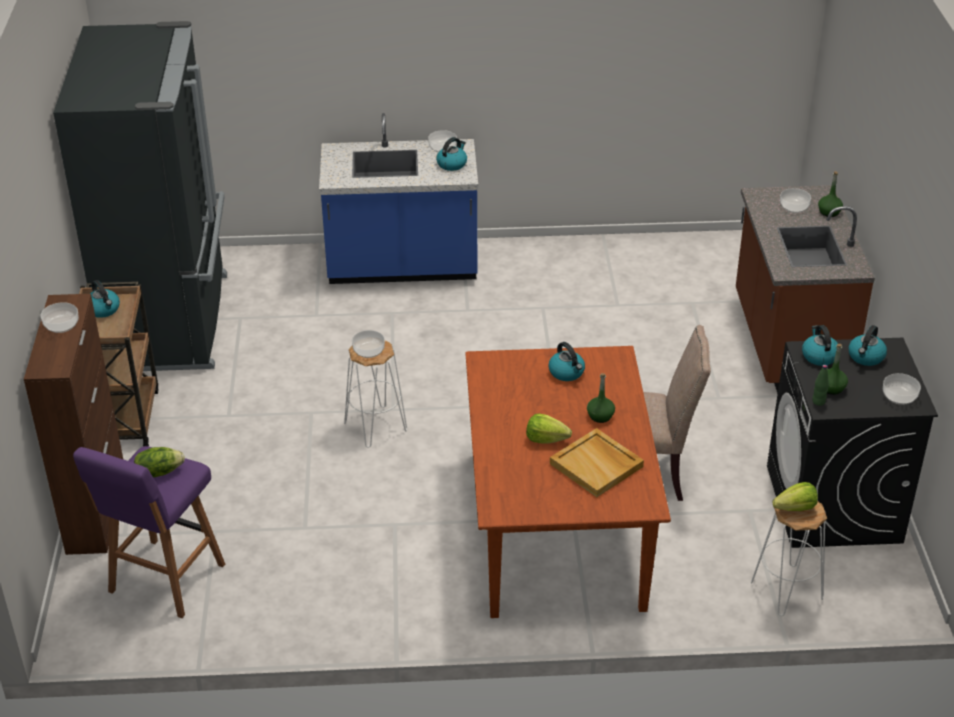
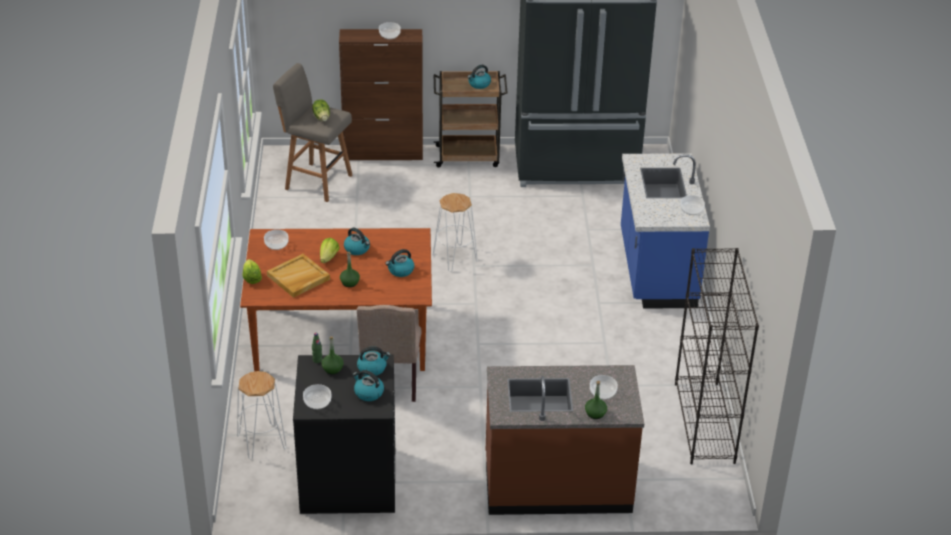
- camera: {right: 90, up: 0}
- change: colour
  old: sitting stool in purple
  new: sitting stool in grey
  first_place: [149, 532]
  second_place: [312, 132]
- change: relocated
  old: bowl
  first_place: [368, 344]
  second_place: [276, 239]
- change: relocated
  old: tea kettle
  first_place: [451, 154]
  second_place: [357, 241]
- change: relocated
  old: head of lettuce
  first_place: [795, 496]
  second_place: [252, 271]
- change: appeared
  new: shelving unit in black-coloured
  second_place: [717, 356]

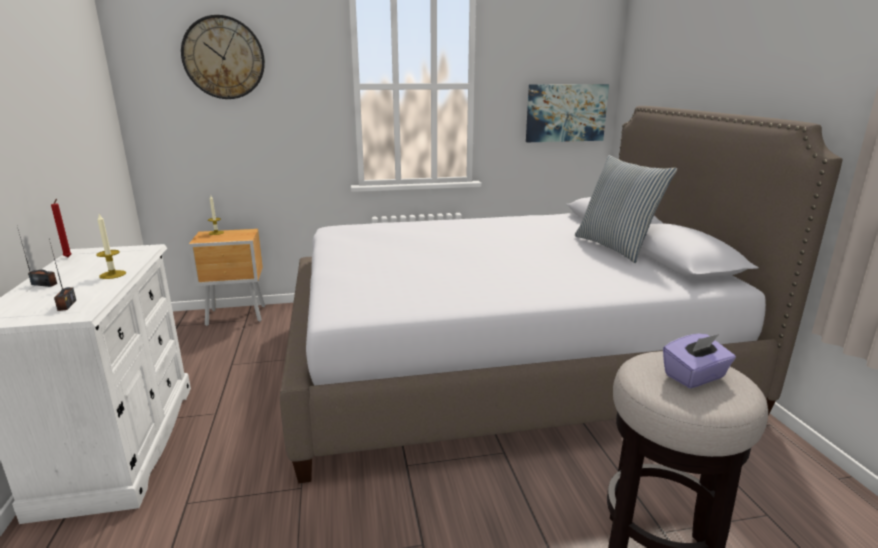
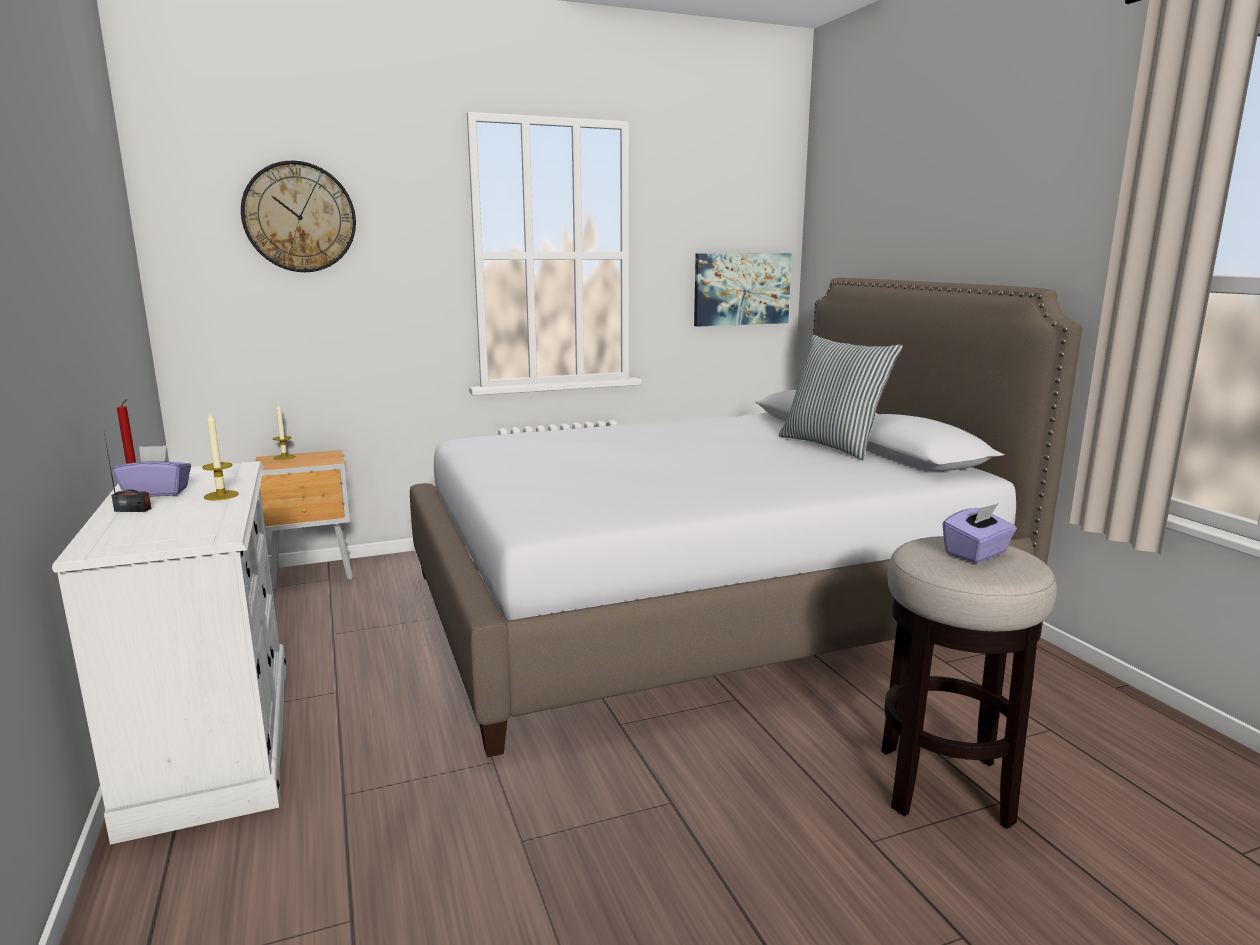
- camera: {right: -10, up: -5}
- change: missing
  old: radio
  first_place: [62, 275]
- change: appeared
  new: tissue holder in purple
  second_place: [151, 471]

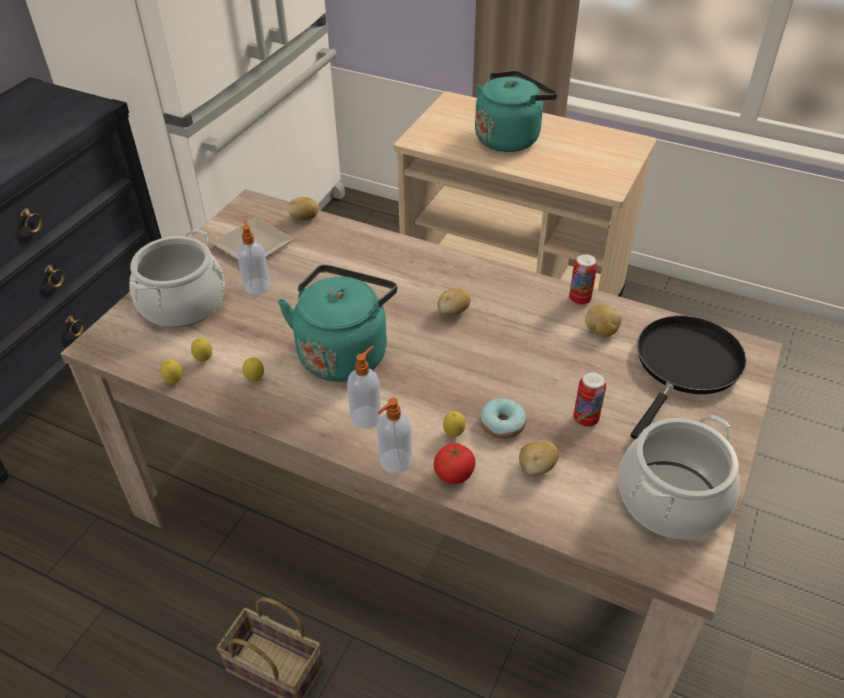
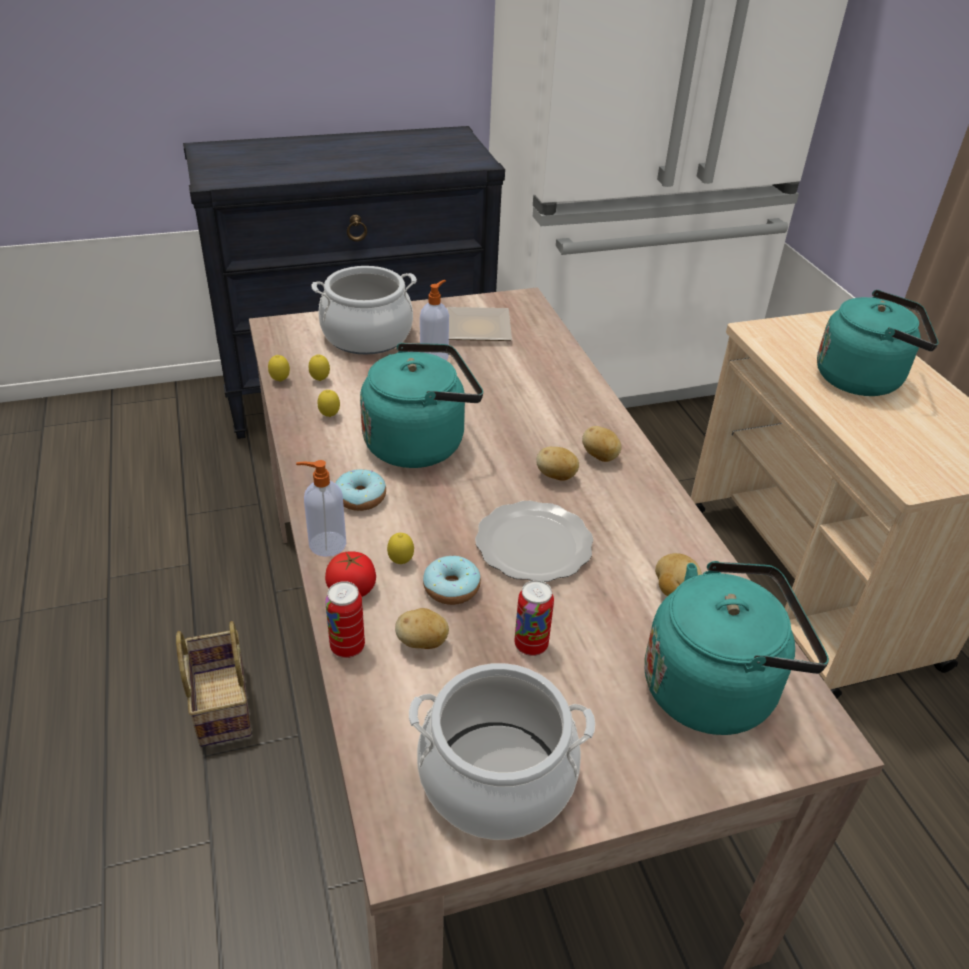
- camera: {right: 45, up: -5}
- change: relocated
  old: whole potato
  first_place: [303, 208]
  second_place: [602, 444]
- change: exchanged
  old: soap dispenser
  new: ring doughnut
  first_place: [364, 387]
  second_place: [360, 490]
- change: relocated
  old: metal can
  first_place: [583, 279]
  second_place: [345, 619]
- change: exchanged
  old: frying pan in black-coloured
  new: tea kettle in turquoise
  first_place: [689, 377]
  second_place: [736, 648]
- change: appeared
  new: dinner plate
  second_place: [534, 541]

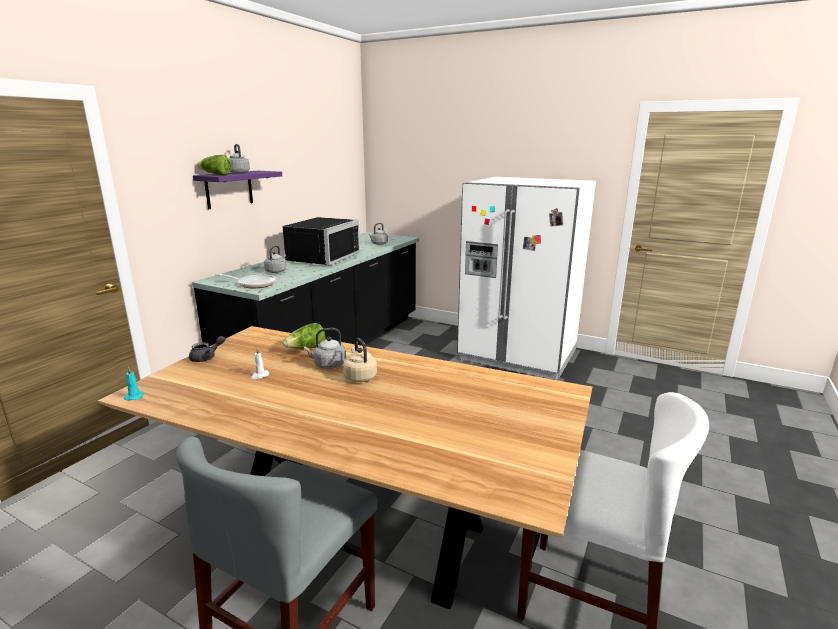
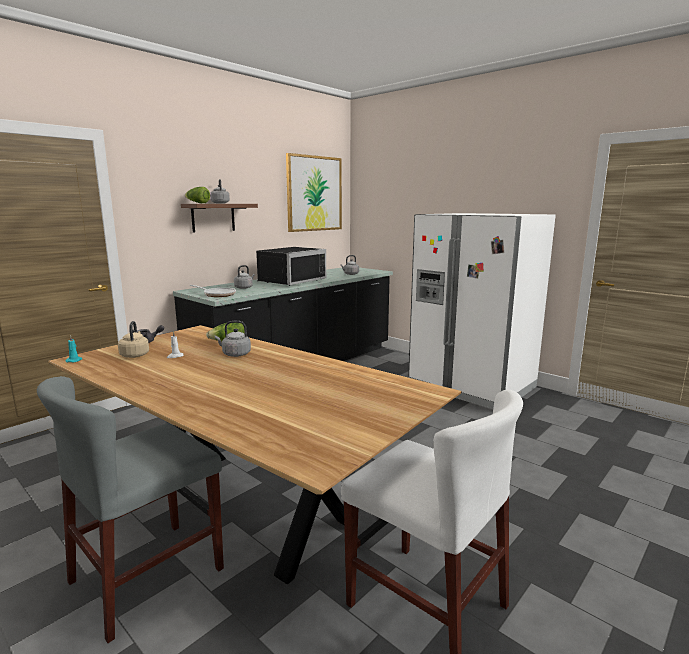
- camera: {right: 15, up: -5}
- change: colour
  old: bracket shelf in purple
  new: bracket shelf in brown
  first_place: [237, 190]
  second_place: [219, 218]
- change: relocated
  old: tea kettle in beige
  first_place: [360, 360]
  second_place: [133, 339]
- change: appeared
  new: wall art
  second_place: [314, 192]

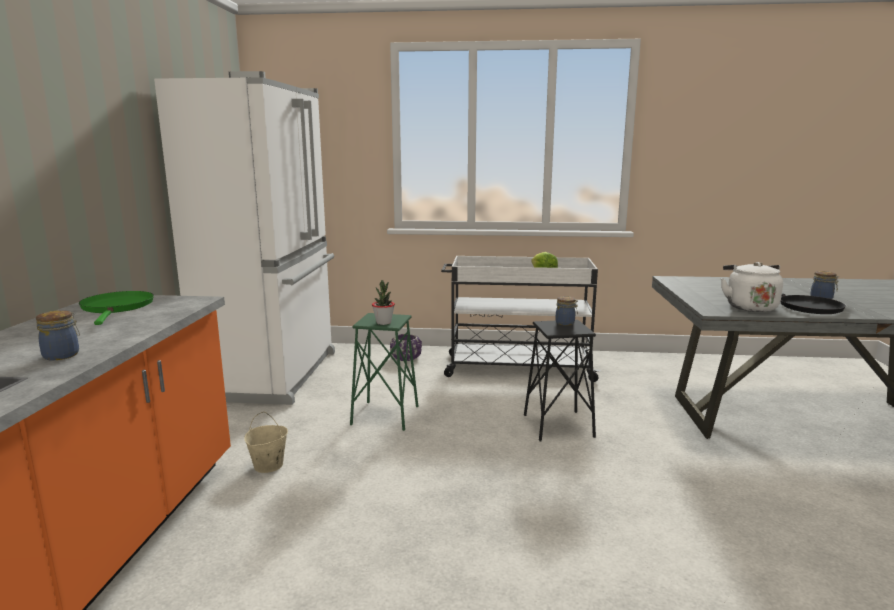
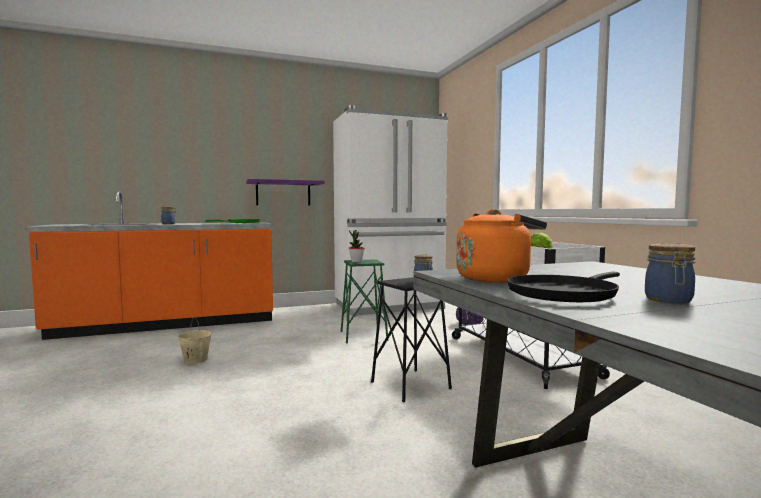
- camera: {right: 65, up: -10}
- change: relocated
  old: pail in beige
  first_place: [266, 442]
  second_place: [194, 340]
- change: colour
  old: tea kettle in white-coloured
  new: tea kettle in orange-coloured
  first_place: [752, 287]
  second_place: [501, 246]
- change: appeared
  new: bracket shelf in purple
  second_place: [285, 192]

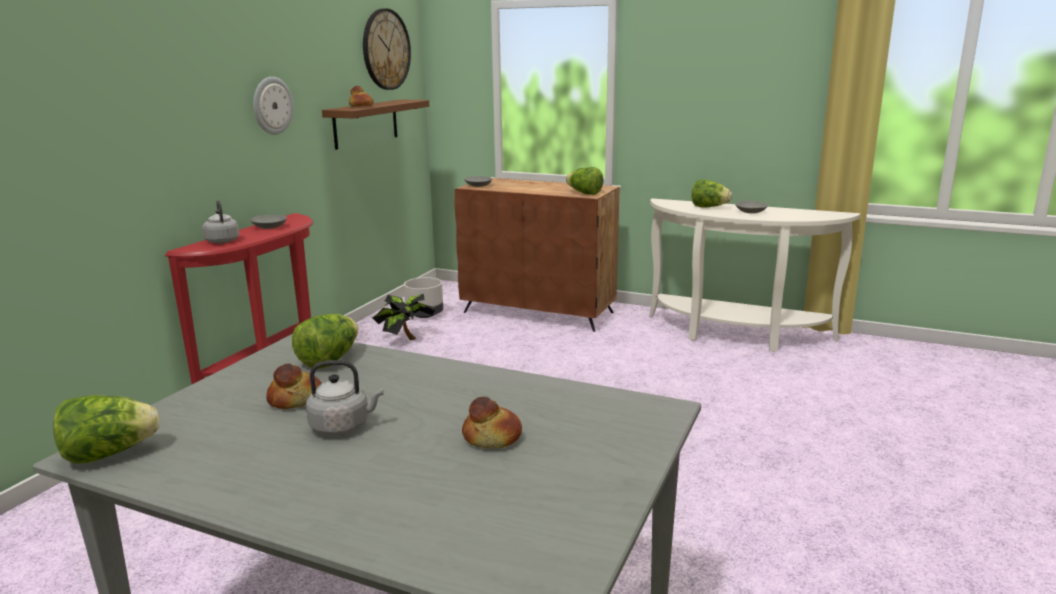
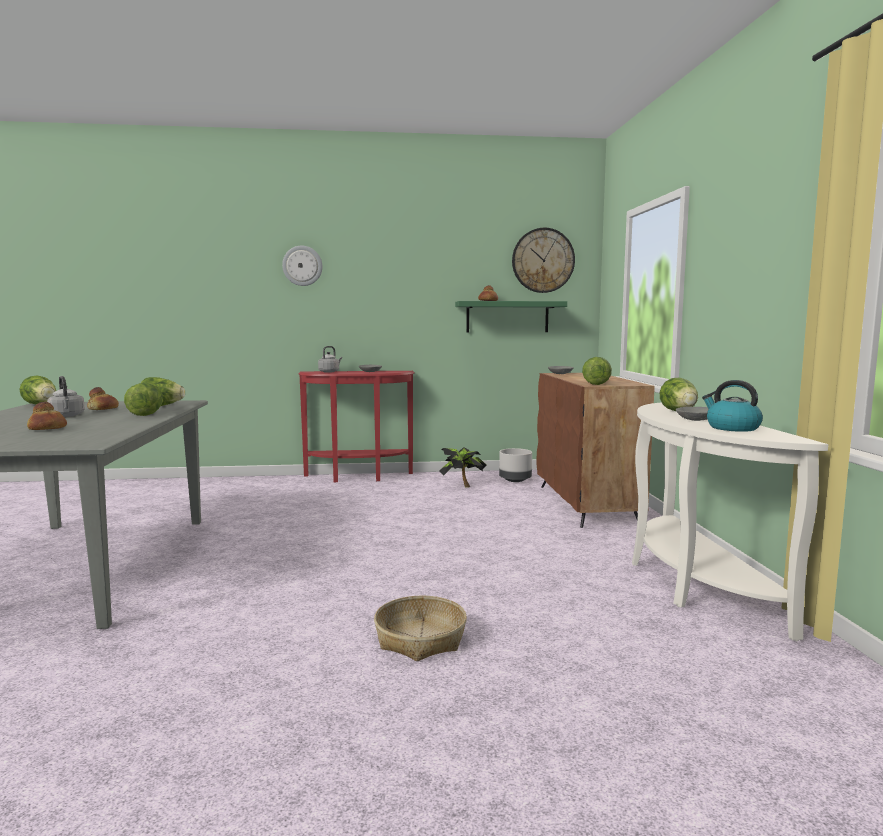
- camera: {right: 60, up: -10}
- change: relocated
  old: hanging clock
  first_place: [273, 106]
  second_place: [302, 266]
- change: colour
  old: bracket shelf in brown
  new: bracket shelf in green-coloured
  first_place: [375, 124]
  second_place: [511, 316]
- change: appeared
  new: head of lettuce
  second_place: [143, 399]
- change: appeared
  new: storage basket
  second_place: [420, 628]
- change: appeared
  new: tea kettle
  second_place: [732, 406]

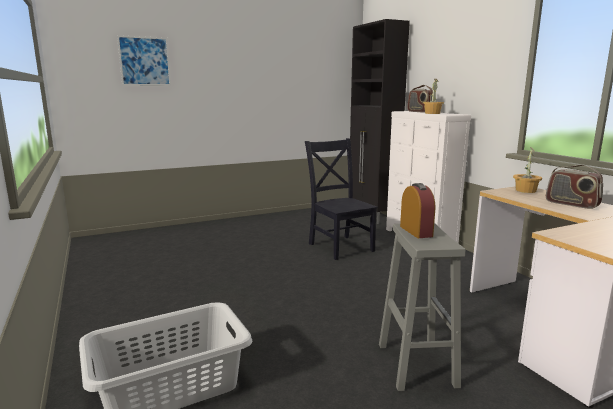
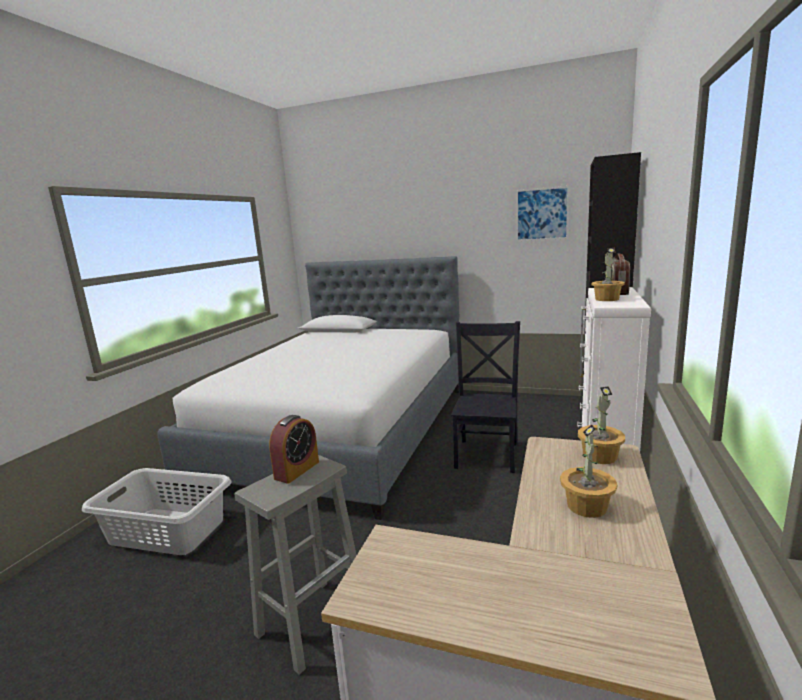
- camera: {right: 45, up: 0}
- change: relocated
  old: wall art
  first_place: [144, 60]
  second_place: [542, 213]
- change: exchanged
  old: radio
  new: houseplant
  first_place: [574, 187]
  second_place: [588, 471]
- change: appeared
  new: sleeping bed
  second_place: [308, 388]

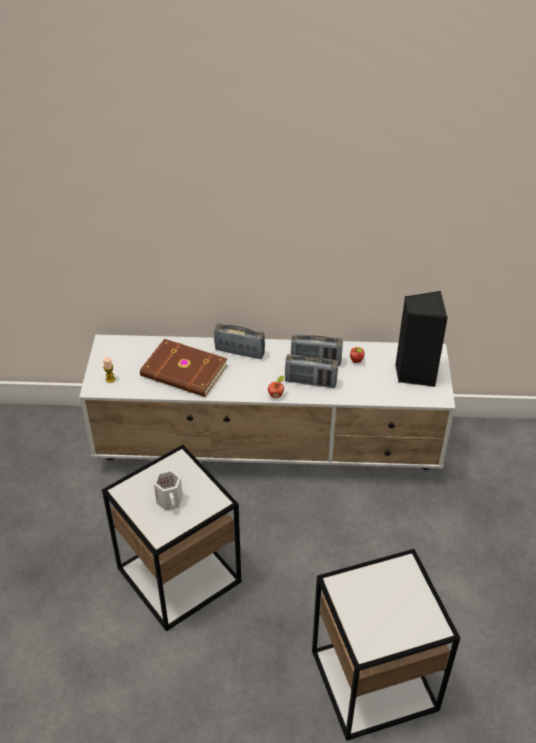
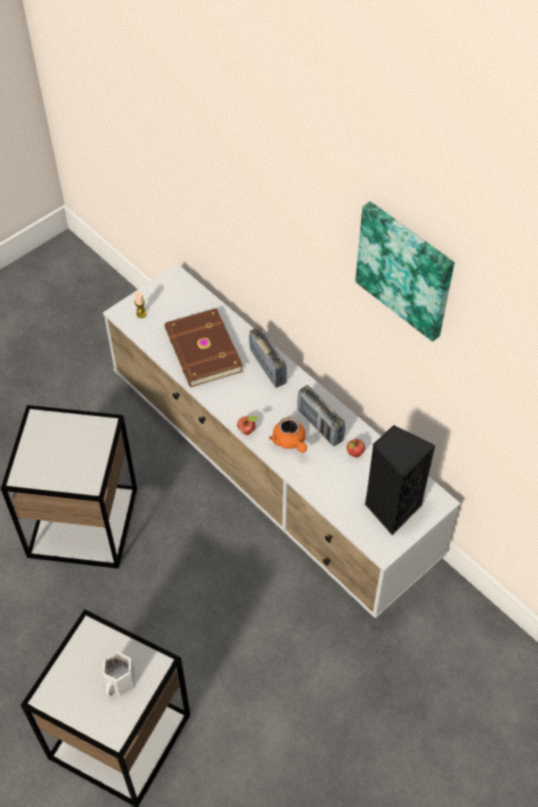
- camera: {right: 45, up: 10}
- change: relocated
  old: mug in white-coloured
  first_place: [168, 490]
  second_place: [118, 673]
- change: exchanged
  old: radio
  new: teapot in orange-coloured
  first_place: [311, 371]
  second_place: [288, 435]
- change: appeared
  new: wall art
  second_place: [405, 271]

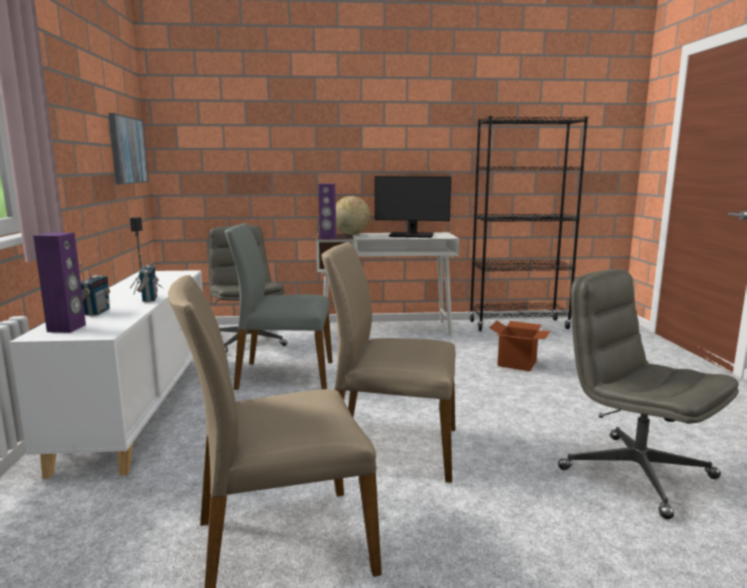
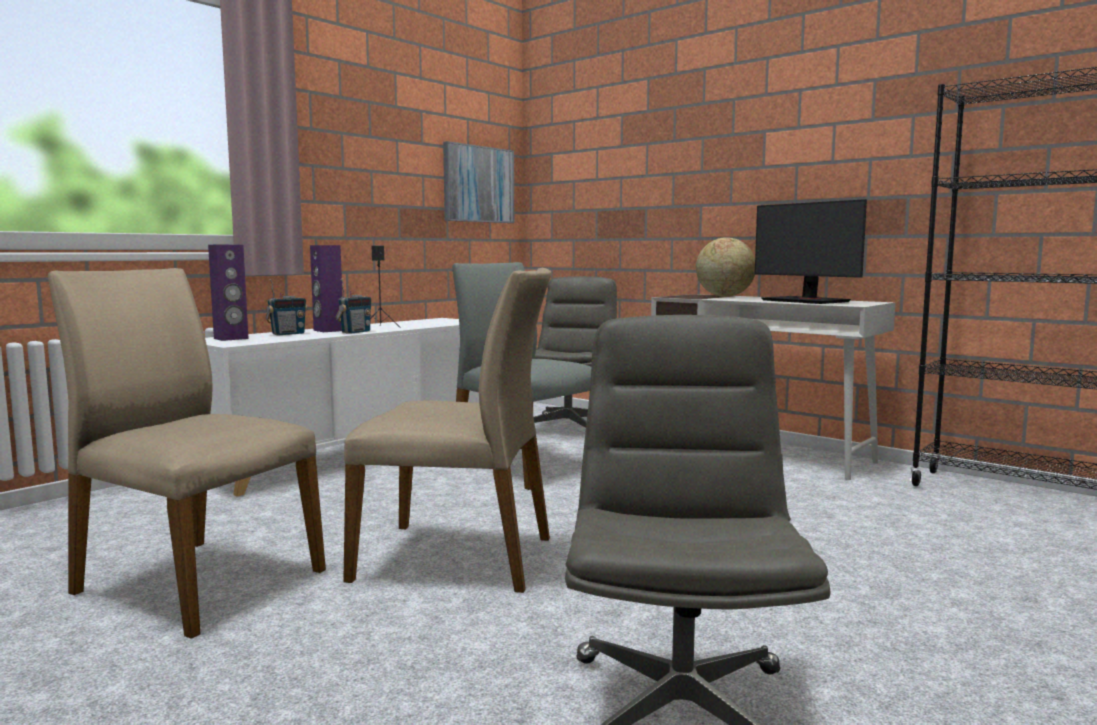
- camera: {right: 45, up: -5}
- change: relocated
  old: loudspeaker in purple
  first_place: [327, 211]
  second_place: [326, 288]
- change: spun
  old: plain chair in beige
  first_place: [388, 362]
  second_place: [447, 430]
  degrees: 135
- change: missing
  old: packing box
  first_place: [519, 346]

